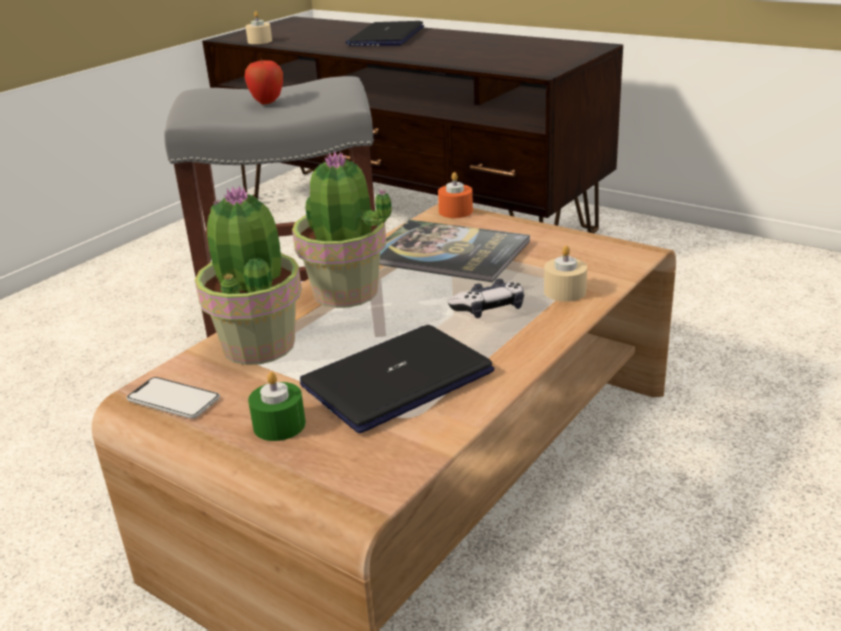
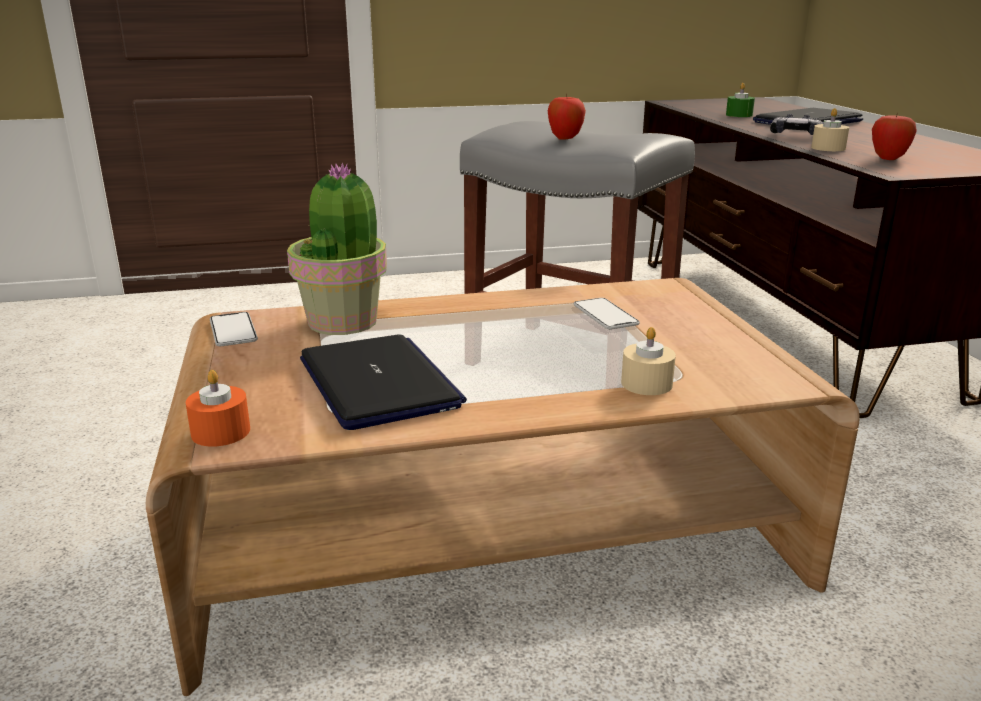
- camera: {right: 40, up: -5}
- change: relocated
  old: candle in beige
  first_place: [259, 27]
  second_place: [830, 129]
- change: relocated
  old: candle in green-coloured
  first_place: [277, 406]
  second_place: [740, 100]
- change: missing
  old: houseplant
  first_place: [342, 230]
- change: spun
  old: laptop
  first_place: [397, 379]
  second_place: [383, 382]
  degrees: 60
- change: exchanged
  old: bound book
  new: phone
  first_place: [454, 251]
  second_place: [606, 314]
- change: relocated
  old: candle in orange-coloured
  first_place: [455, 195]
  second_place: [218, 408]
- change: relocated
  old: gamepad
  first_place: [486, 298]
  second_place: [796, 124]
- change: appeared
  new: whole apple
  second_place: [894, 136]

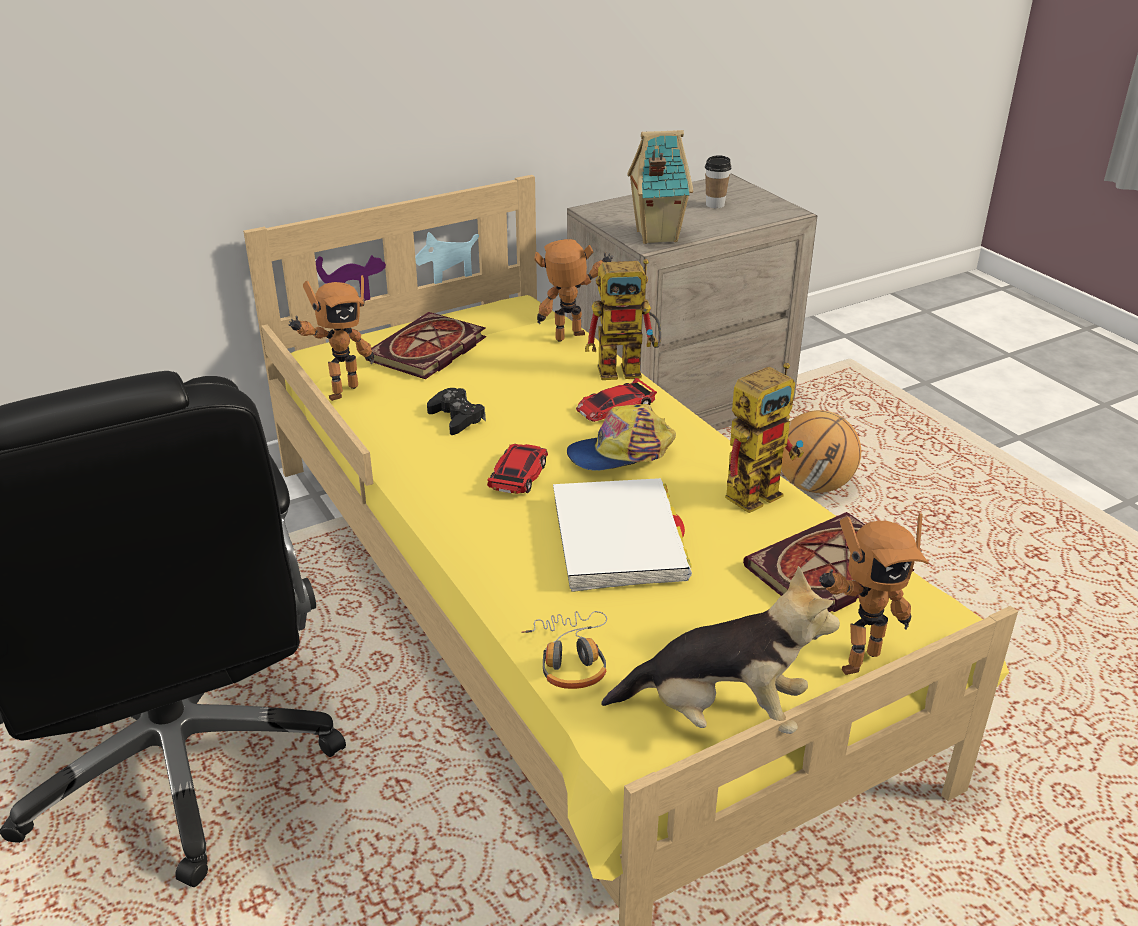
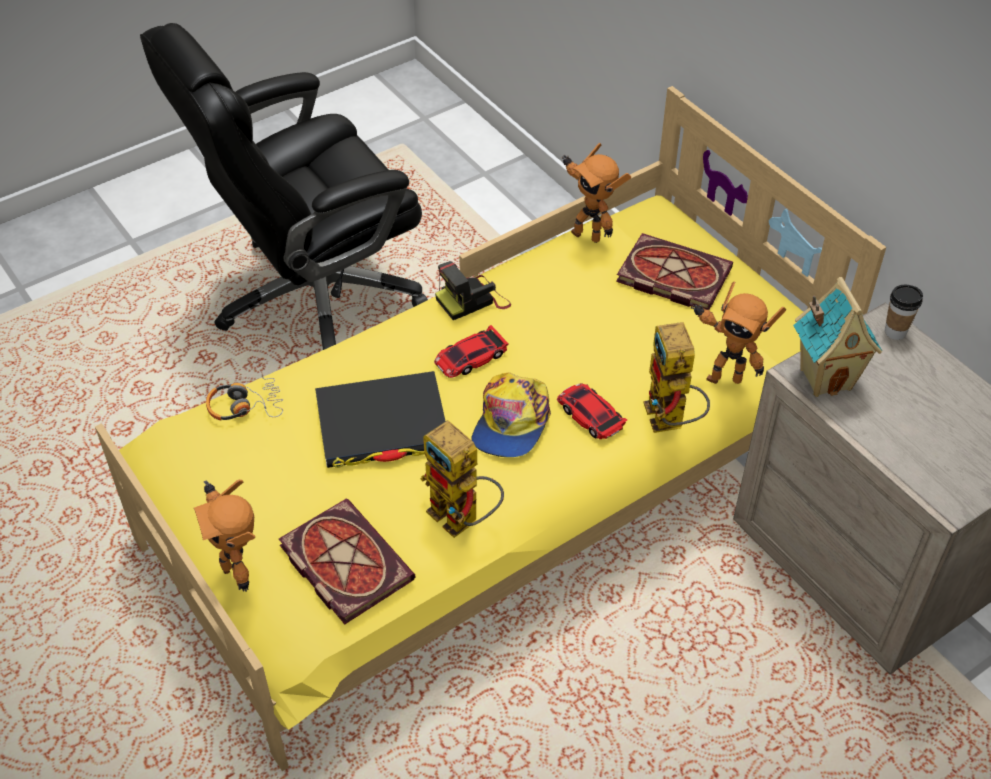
- camera: {right: 85, up: 15}
- change: missing
  old: gamepad in black-coloured
  first_place: [456, 411]
- change: spun
  old: miniature car
  first_place: [517, 469]
  second_place: [471, 351]
  degrees: 135
- change: spun
  old: robot figure
  first_place: [573, 290]
  second_place: [738, 333]
  degrees: 135
- change: colour
  old: bound book in white-coloured
  new: bound book in black-coloured
  first_place: [622, 535]
  second_place: [380, 419]
- change: spun
  old: baseball cap
  first_place: [621, 437]
  second_place: [511, 414]
  degrees: -135
- change: missing
  old: soft toy
  first_place: [720, 650]
- change: relocated
  old: drinking cup
  first_place: [718, 181]
  second_place: [904, 312]
- change: missing
  old: ball for basketball
  first_place: [821, 451]
- change: appeared
  new: photo camera
  second_place: [473, 290]

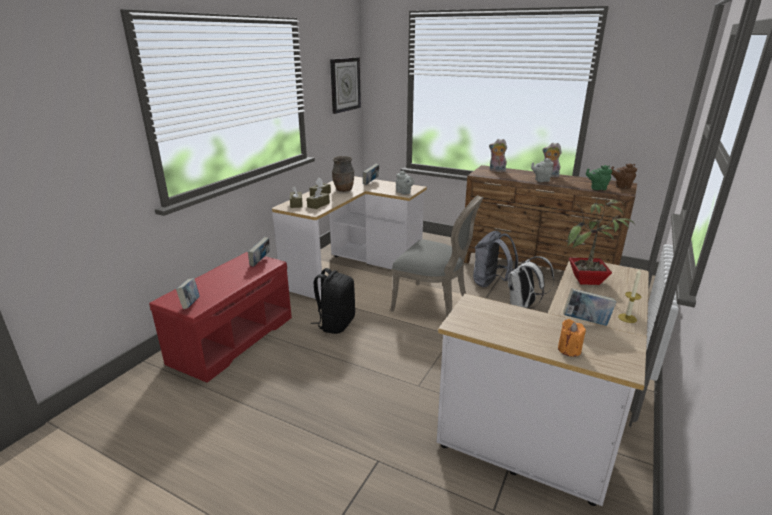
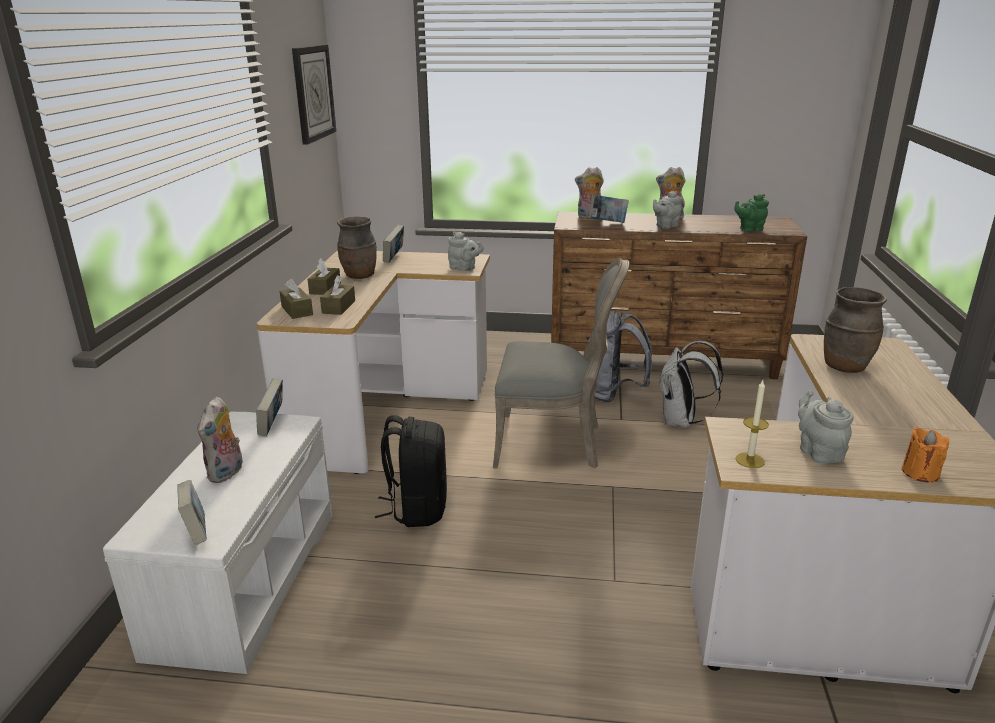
- camera: {right: -20, up: 0}
- change: colour
  old: long seat in reddish
  new: long seat in white-coloured
  first_place: [220, 317]
  second_place: [218, 542]
- change: relocated
  old: bound book
  first_place: [589, 307]
  second_place: [609, 209]
- change: exchanged
  old: houseplant
  new: vase in brown
  first_place: [601, 240]
  second_place: [855, 329]
- change: missing
  old: teapot in brown
  first_place: [624, 175]
- change: relocated
  old: candle
  first_place: [629, 296]
  second_place: [752, 424]
- change: appeared
  new: soft toy
  second_place: [220, 440]
- change: appeared
  new: teapot in grey
  second_place: [825, 427]

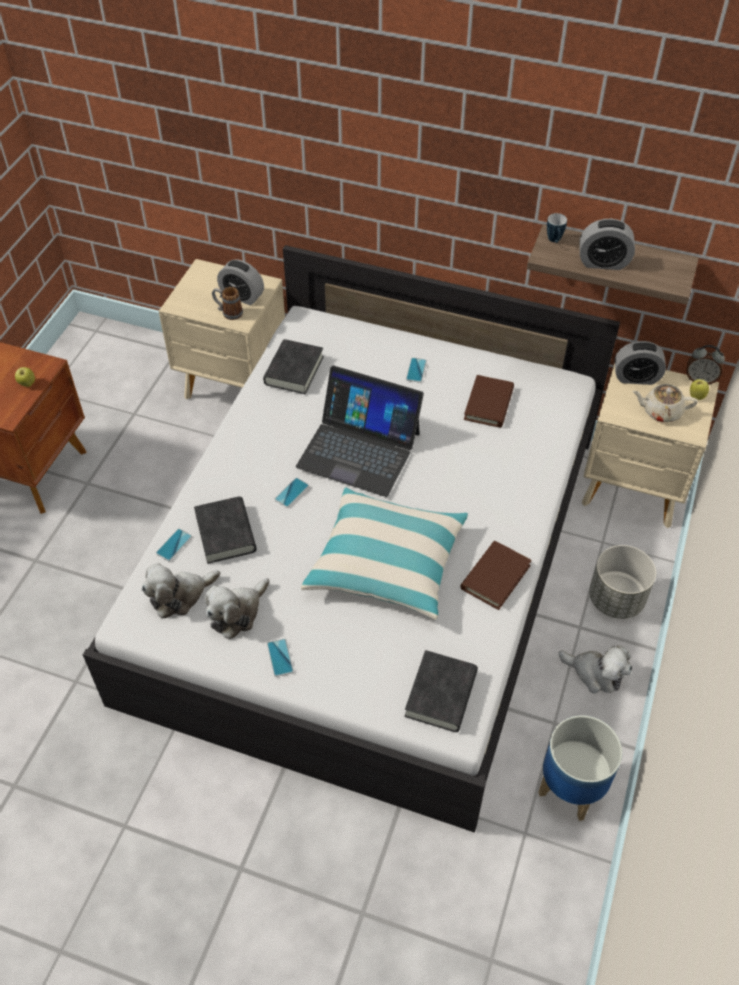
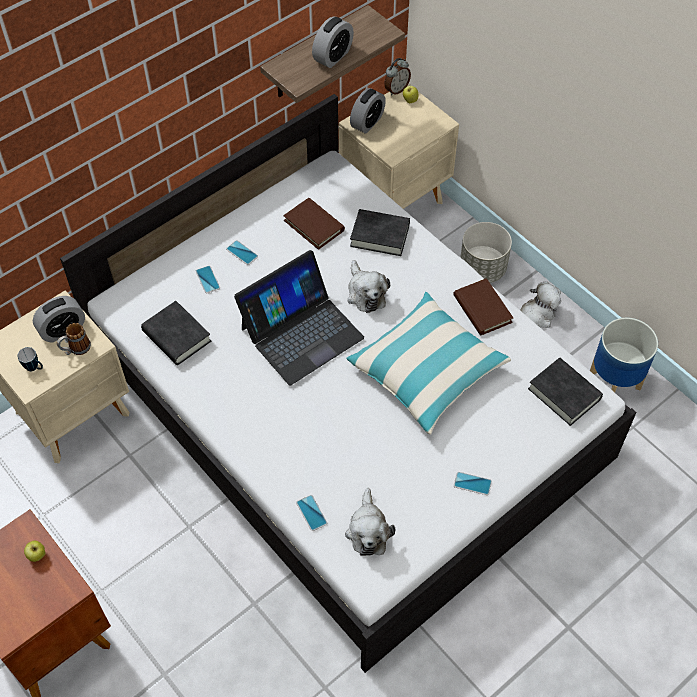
- camera: {right: -60, up: 5}
- change: relocated
  old: bound book in black-coloured
  first_place: [225, 530]
  second_place: [380, 232]
- change: relocated
  old: soft toy
  first_place: [237, 608]
  second_place: [368, 286]
- change: relocated
  old: phone
  first_place: [291, 493]
  second_place: [208, 280]
- change: relocated
  old: mug
  first_place: [557, 228]
  second_place: [30, 359]
- change: missing
  old: teapot in beige
  first_place: [665, 403]

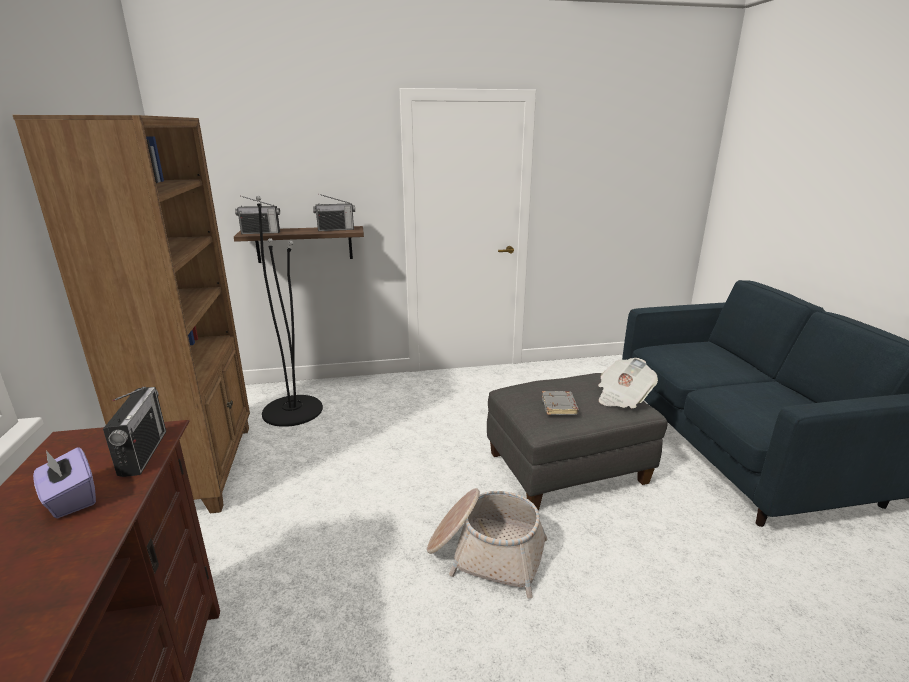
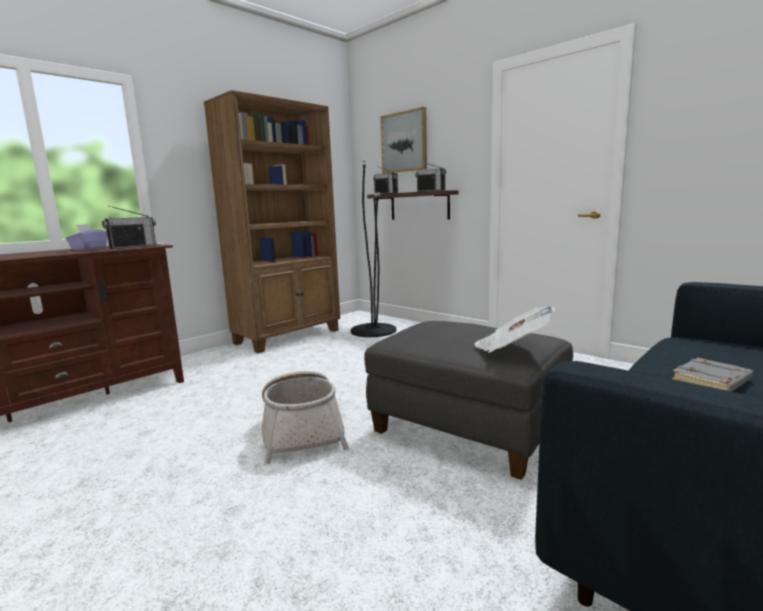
- camera: {right: 55, up: -10}
- change: relocated
  old: bound book in grey
  first_place: [560, 403]
  second_place: [712, 375]
- change: appeared
  new: wall art
  second_place: [403, 140]

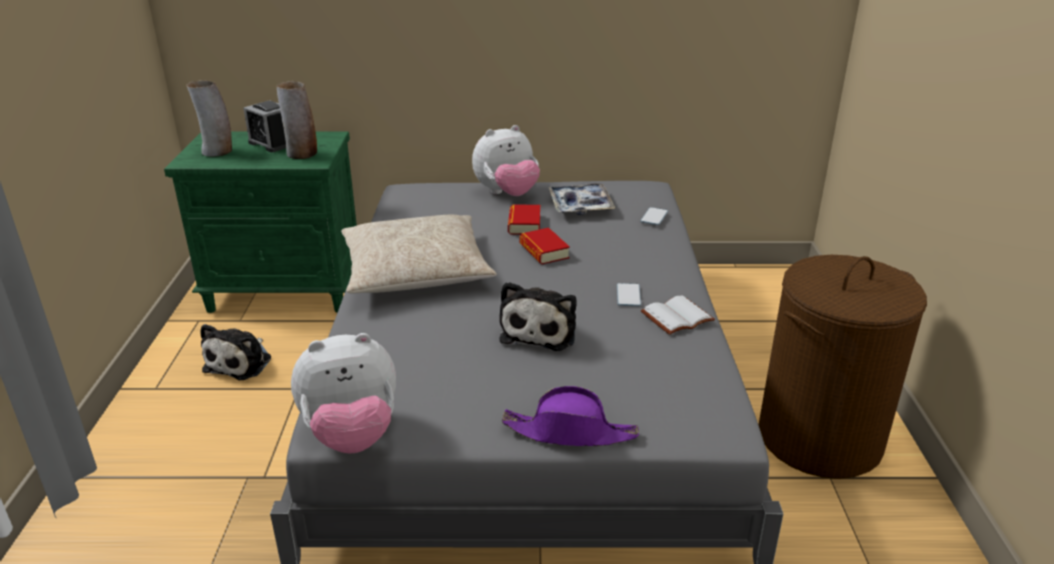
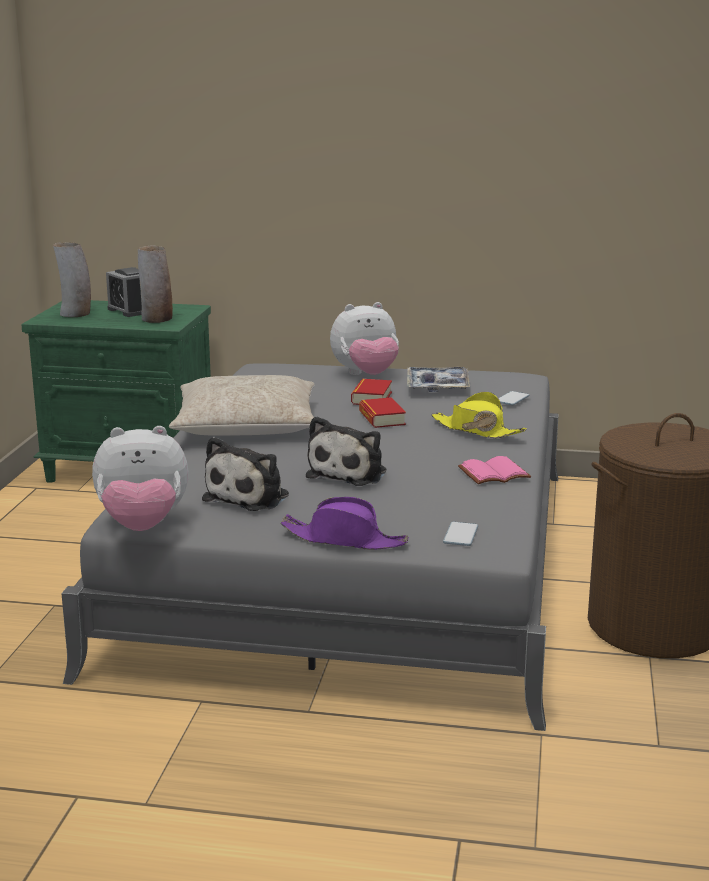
- camera: {right: 10, up: -10}
- change: relocated
  old: soft toy
  first_place: [235, 352]
  second_place: [245, 474]
- change: relocated
  old: phone
  first_place: [629, 294]
  second_place: [460, 534]
- change: colour
  old: bound book in white-coloured
  new: bound book in pink-coloured
  first_place: [678, 315]
  second_place: [494, 470]
- change: appeared
  new: clothing hat in yellow-coloured
  second_place: [479, 415]

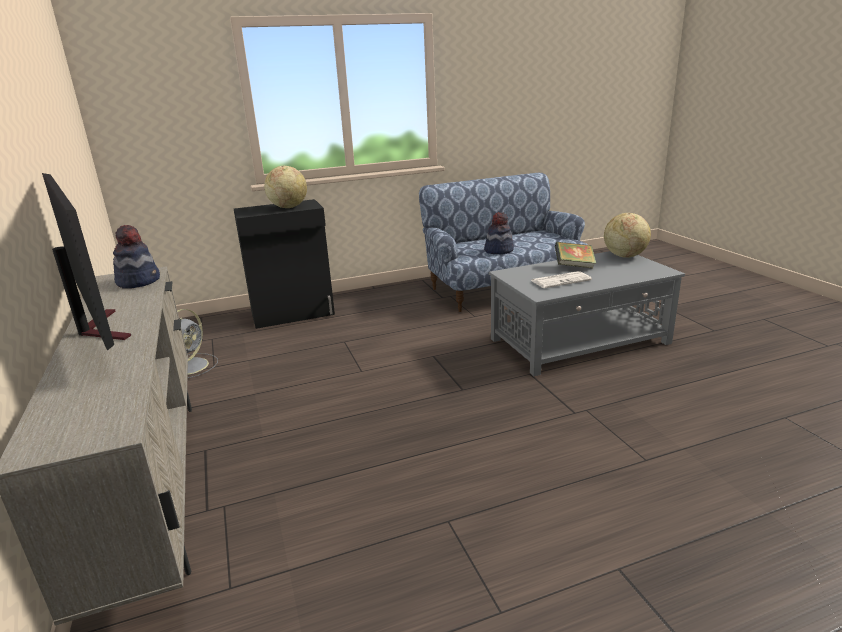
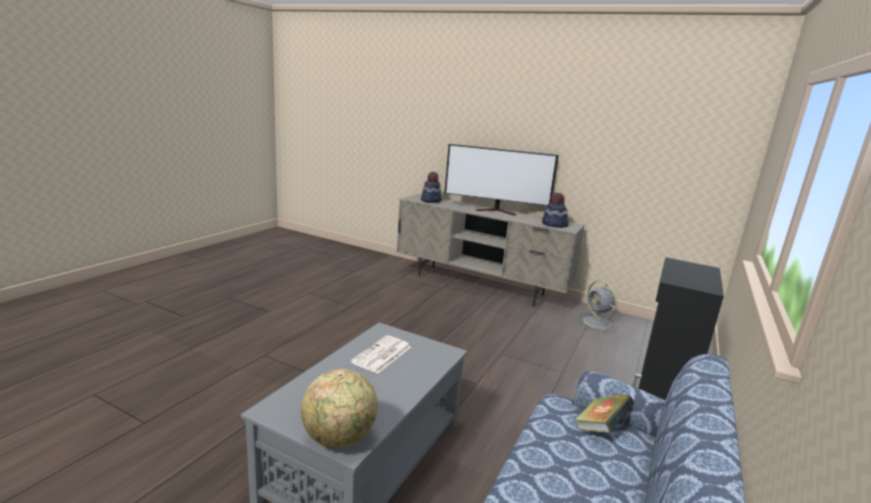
- camera: {right: 135, up: -5}
- change: missing
  old: world globe
  first_place: [285, 187]
- change: relocated
  old: clothing hat
  first_place: [499, 233]
  second_place: [431, 187]
- change: relocated
  old: bound book
  first_place: [575, 255]
  second_place: [604, 414]

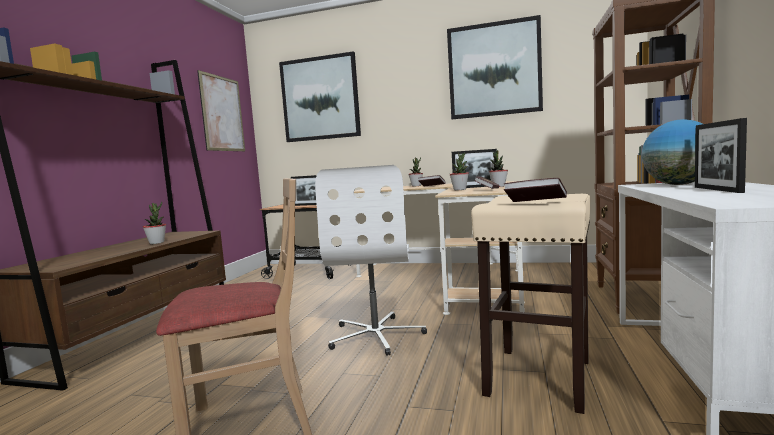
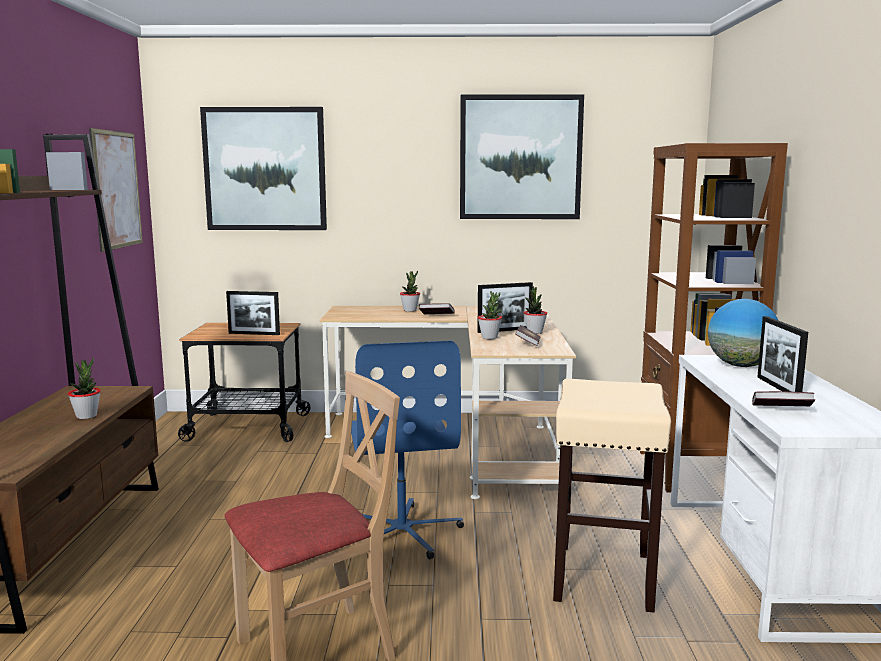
- camera: {right: -15, up: 5}
- change: colour
  old: computer chair in white-coloured
  new: computer chair in blue-coloured
  first_place: [371, 260]
  second_place: [407, 450]
- change: relocated
  old: bound book
  first_place: [535, 190]
  second_place: [783, 398]

